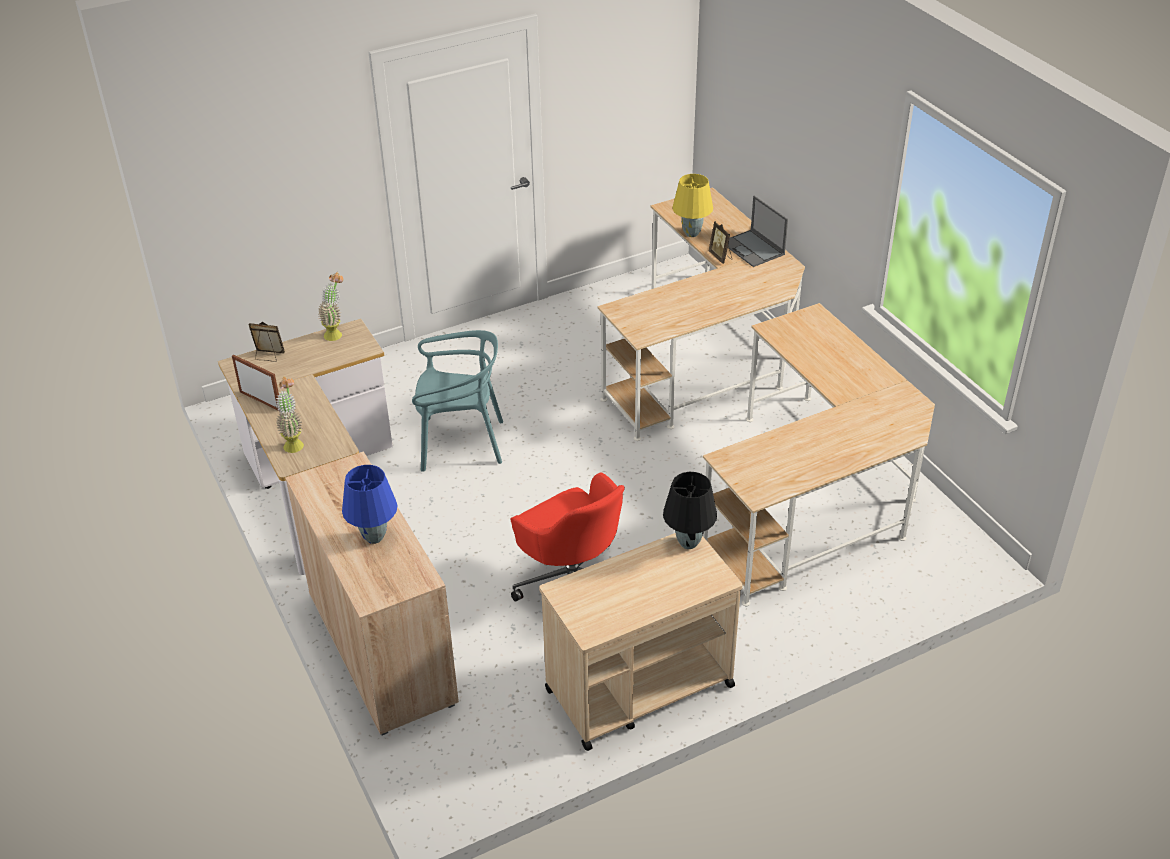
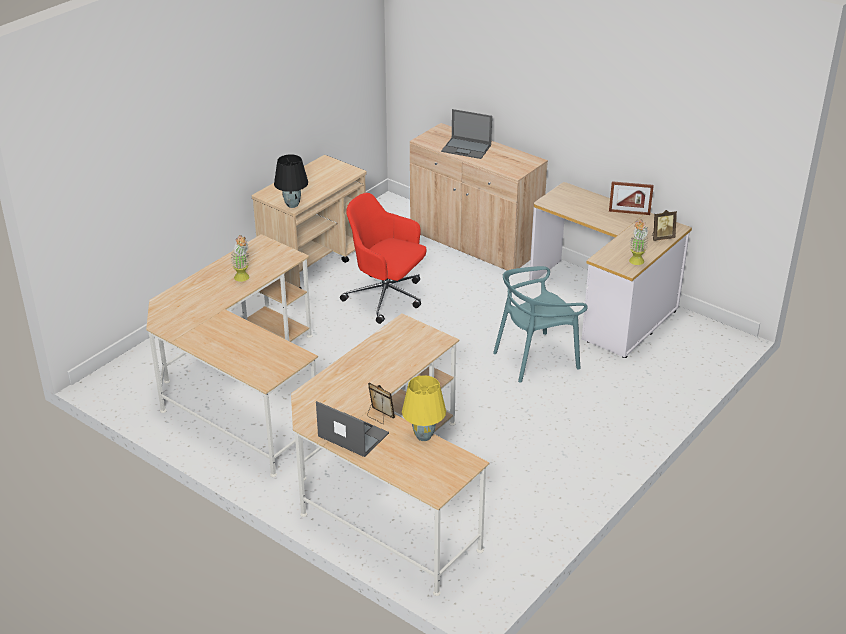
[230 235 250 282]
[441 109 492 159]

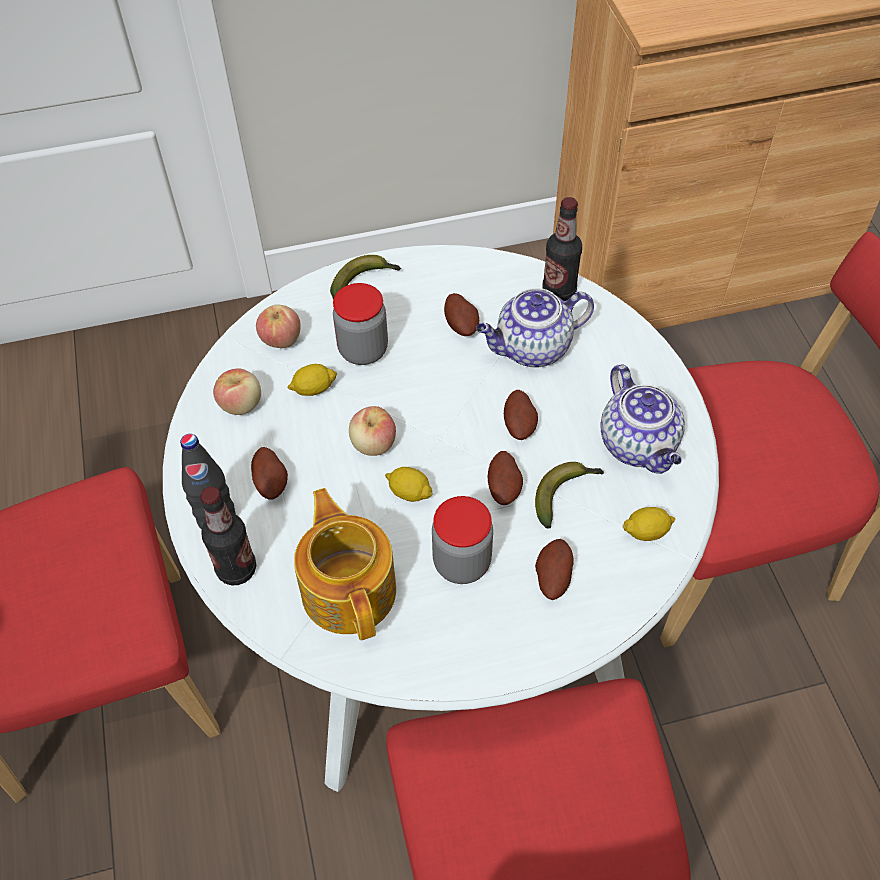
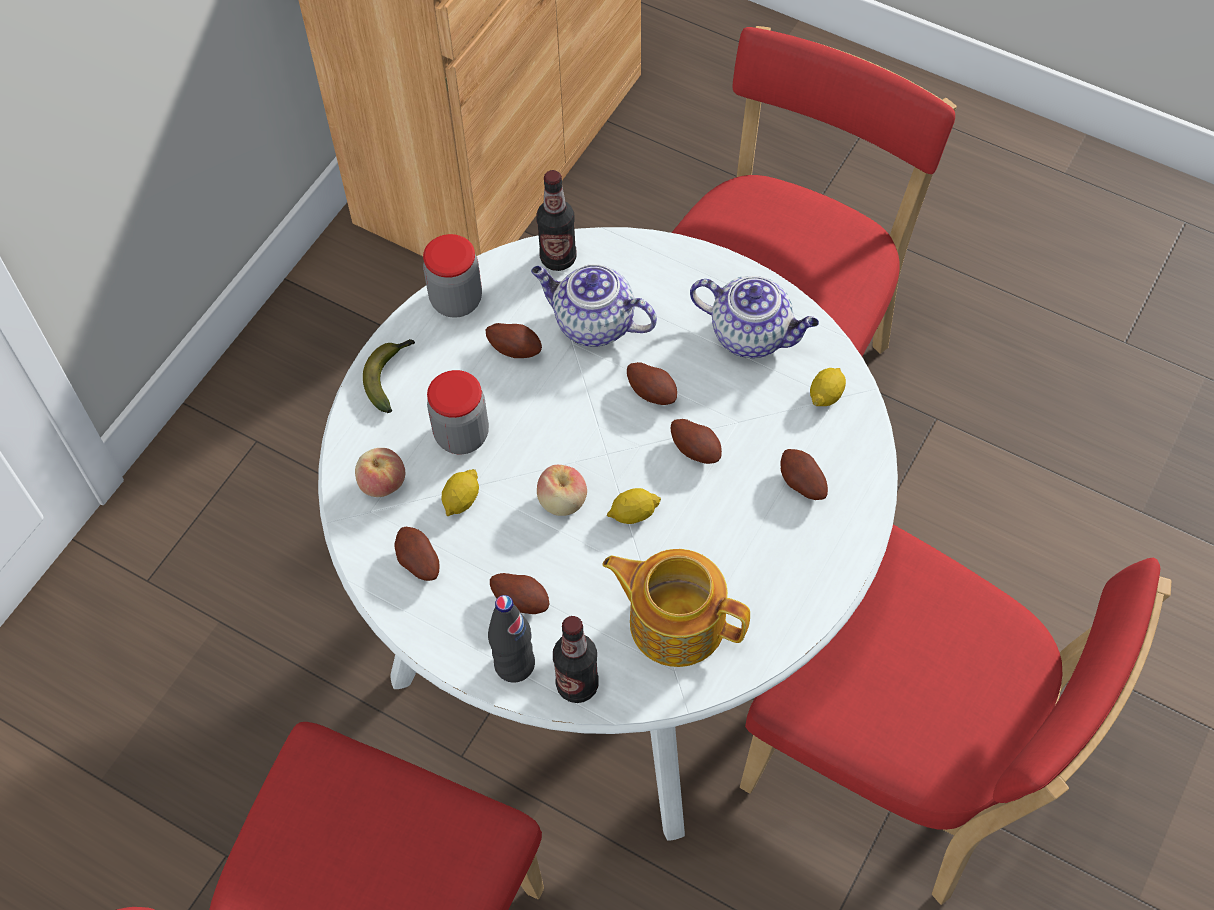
[395 527 440 581]
[423 234 482 318]
[531 264 657 346]
[535 462 604 529] (first image)

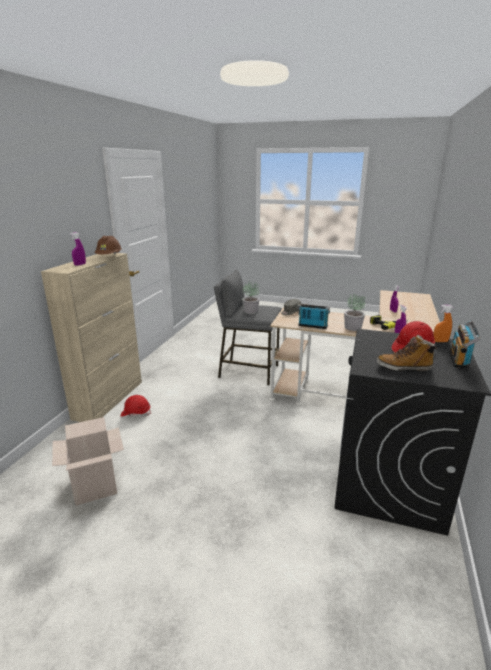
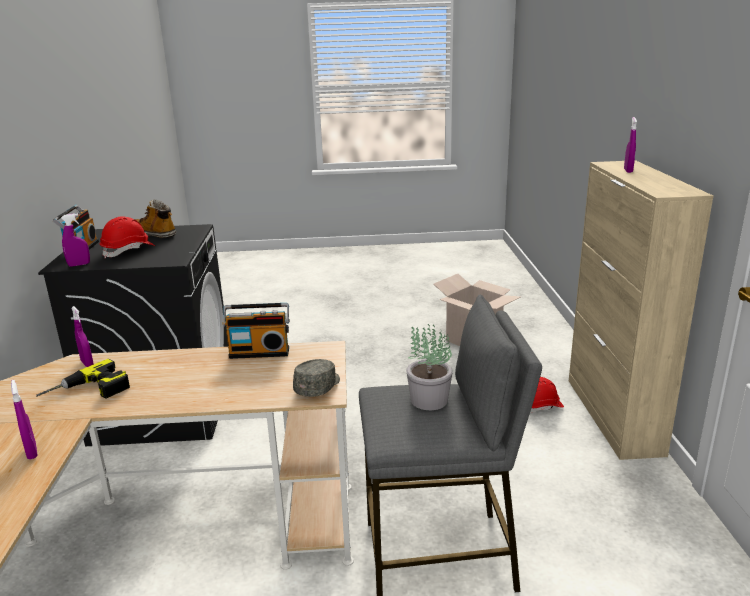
[94 236 122 254] (first image)
[344 294 365 331] (first image)
[135 199 176 238]
[61 213 90 267]

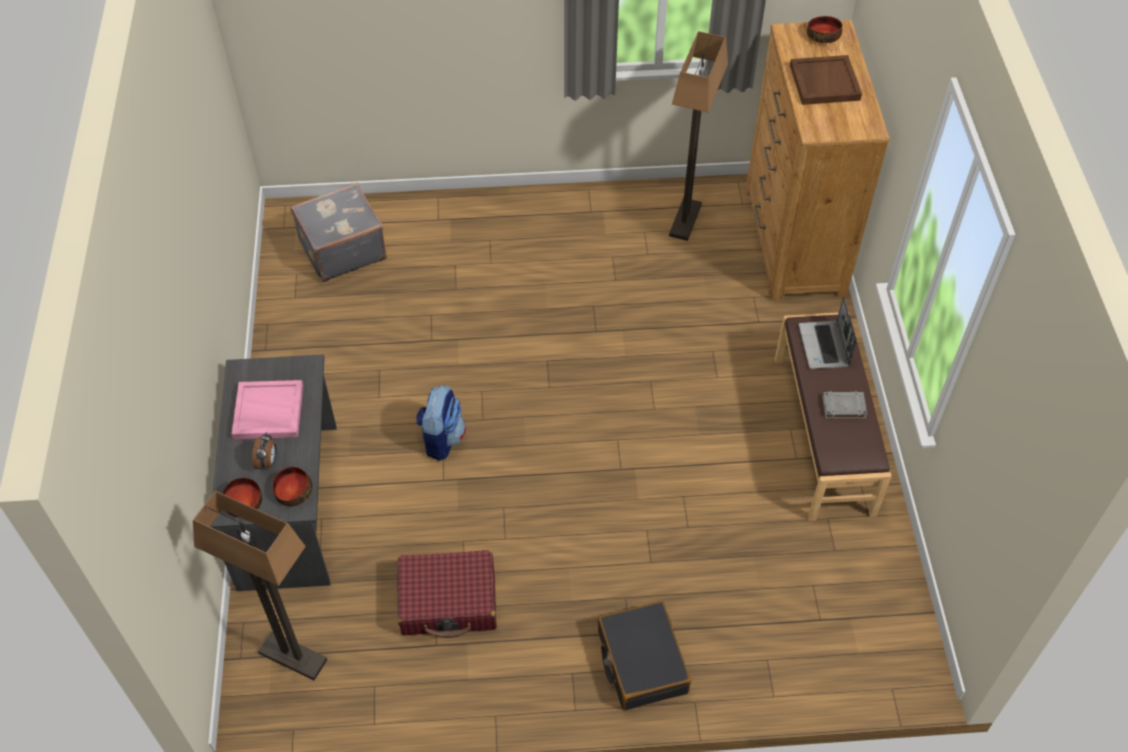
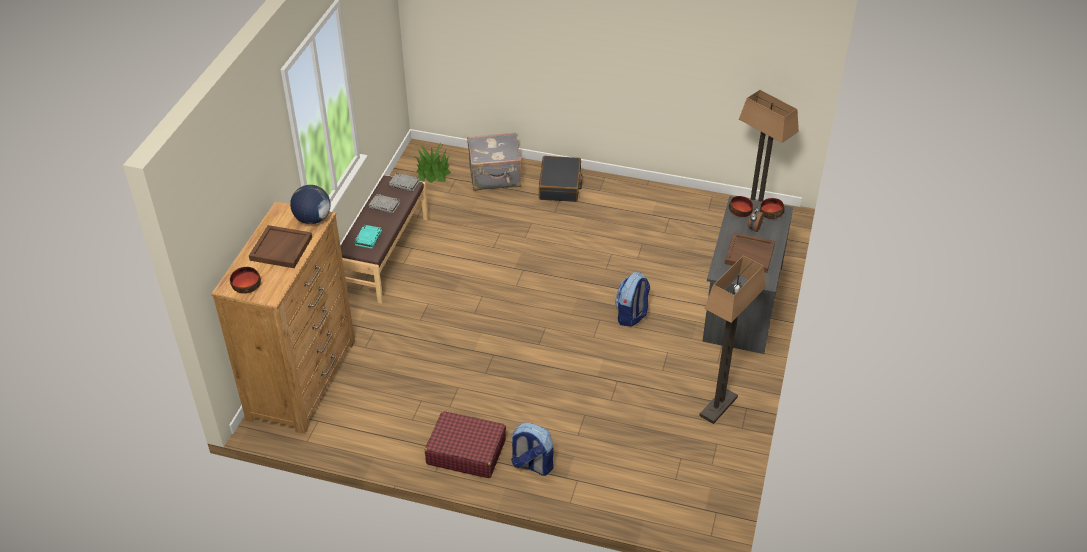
[725 233 775 273]
[467 132 522 191]
[425 411 506 478]
[700 256 766 424]
[354 225 382 248]
[290 185 330 224]
[389 173 420 192]
[416 143 451 183]
[511 423 553 476]

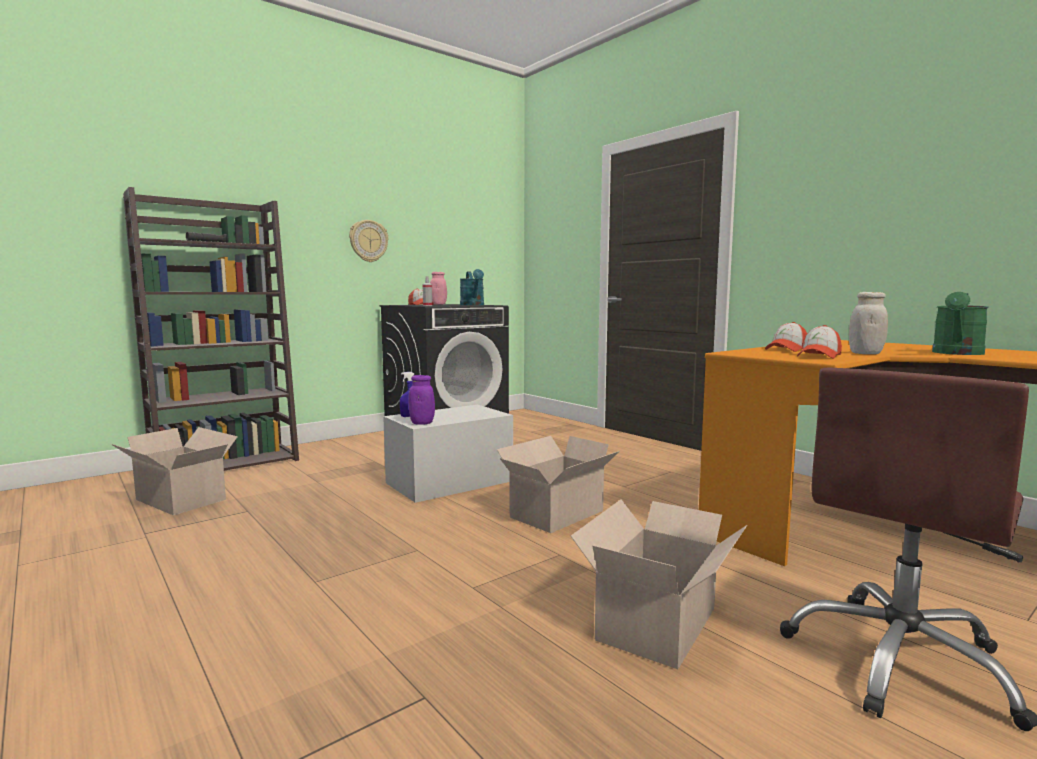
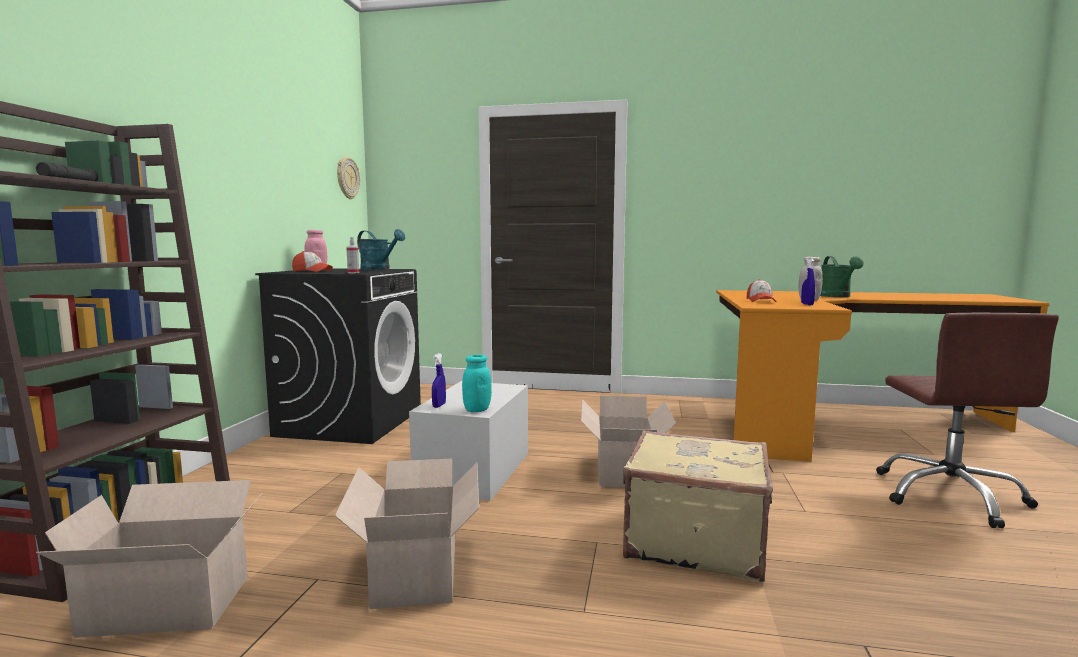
[337 157 360 199]
[462 355 492 412]
[335 458 479 609]
[801 258 815 305]
[623 430 773 582]

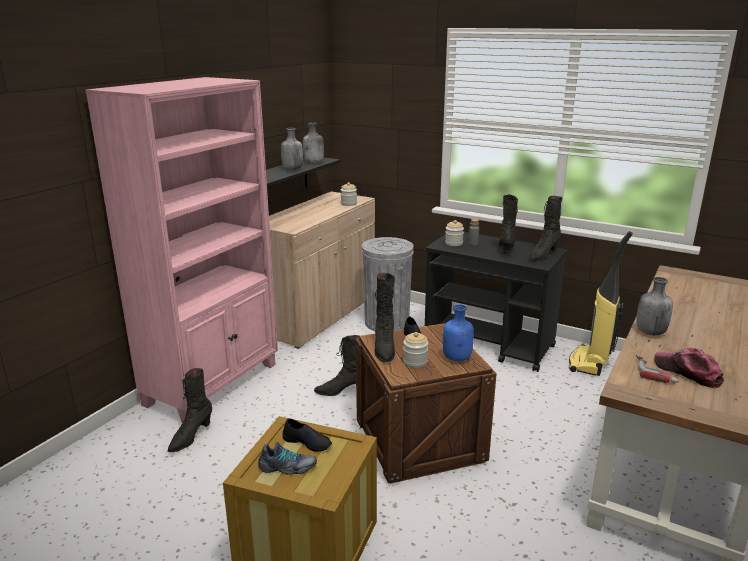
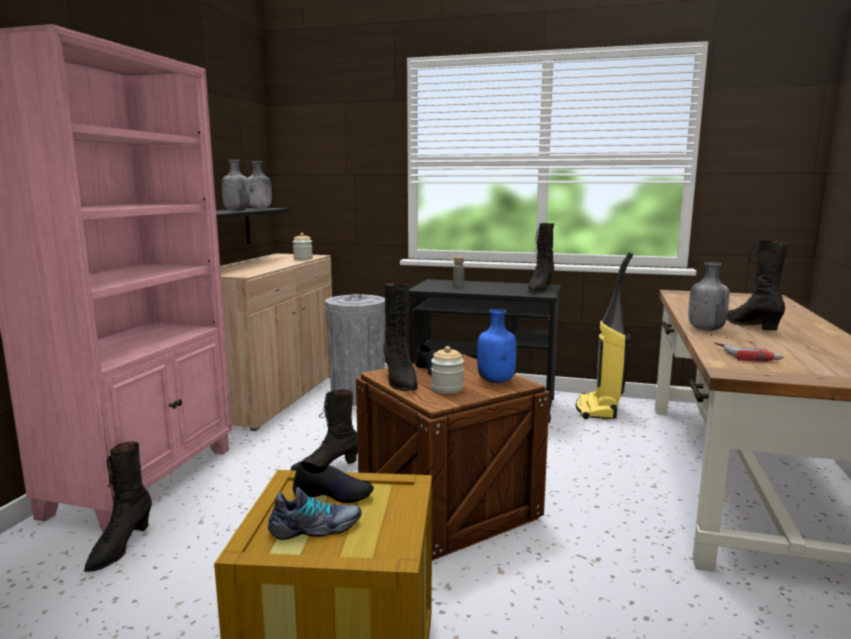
[445 220 464 246] (first image)
[727 239 789 330]
[654 348 724 388] (first image)

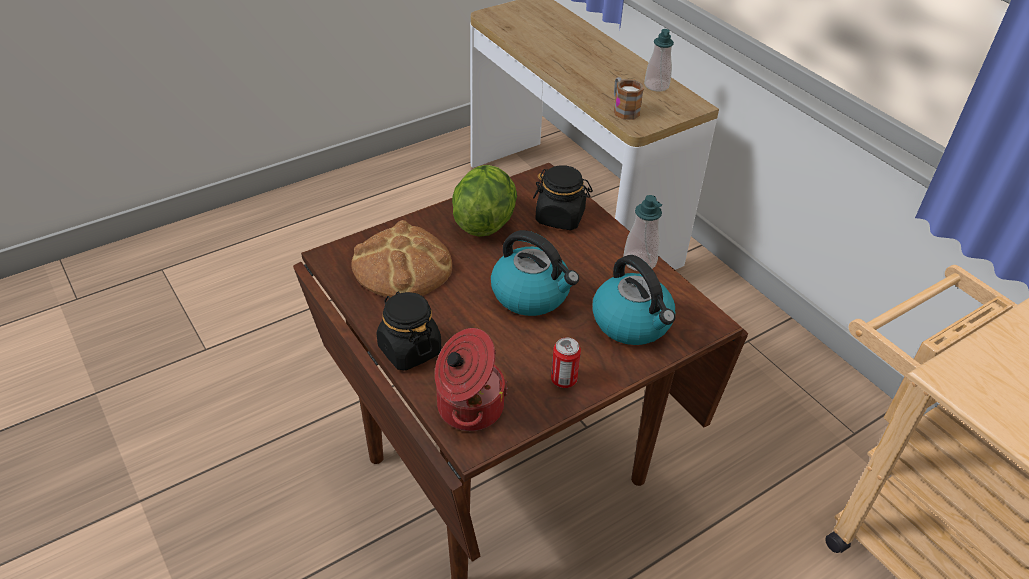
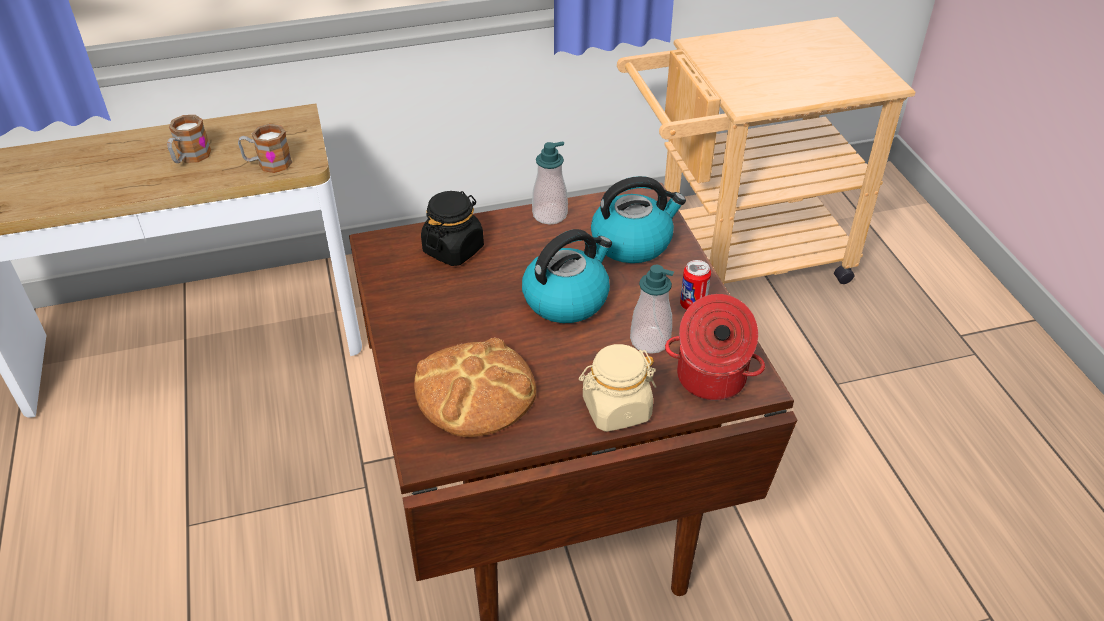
[579 344 656 432]
[452 165 517 237] (first image)
[630 265 674 354]
[167 115 211 163]

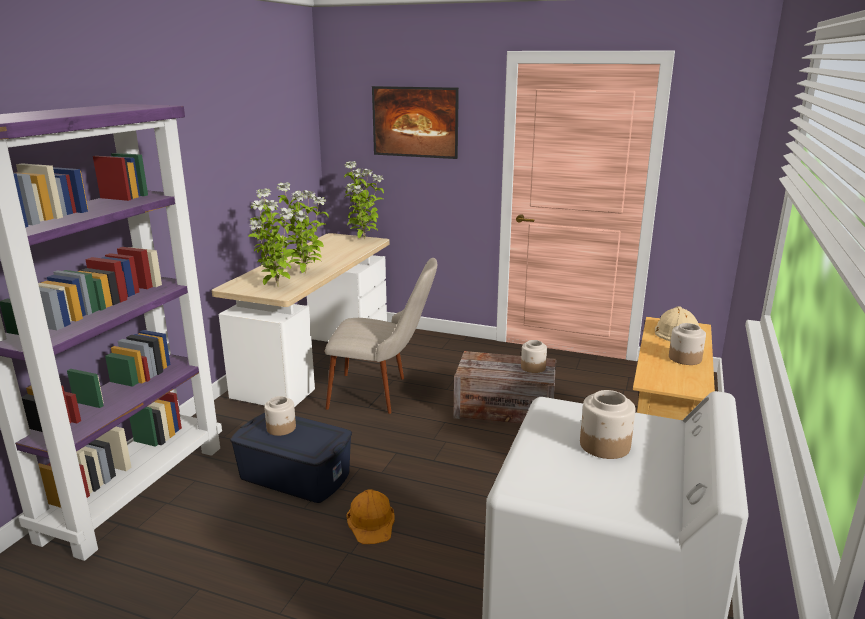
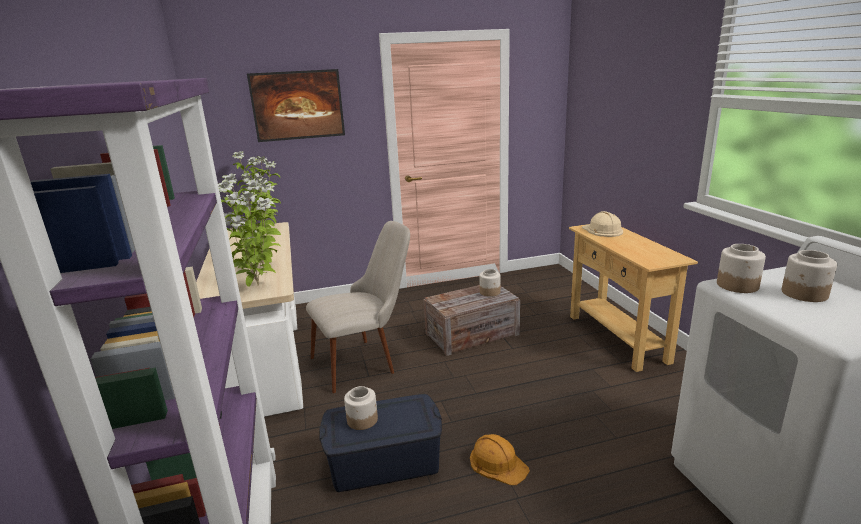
[717 244 766 293]

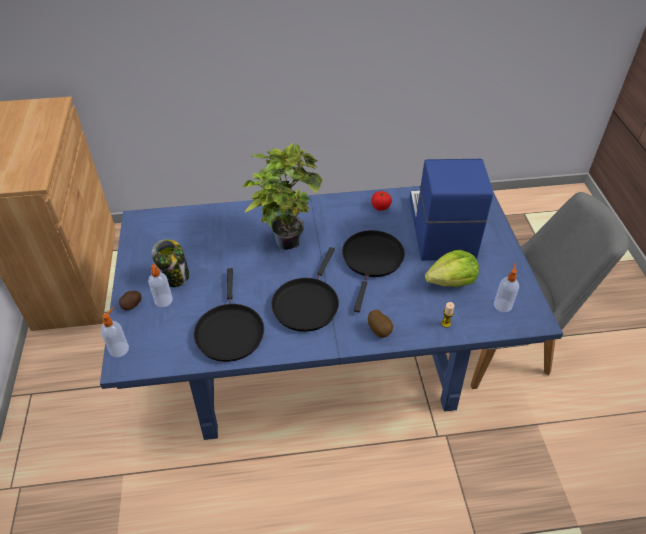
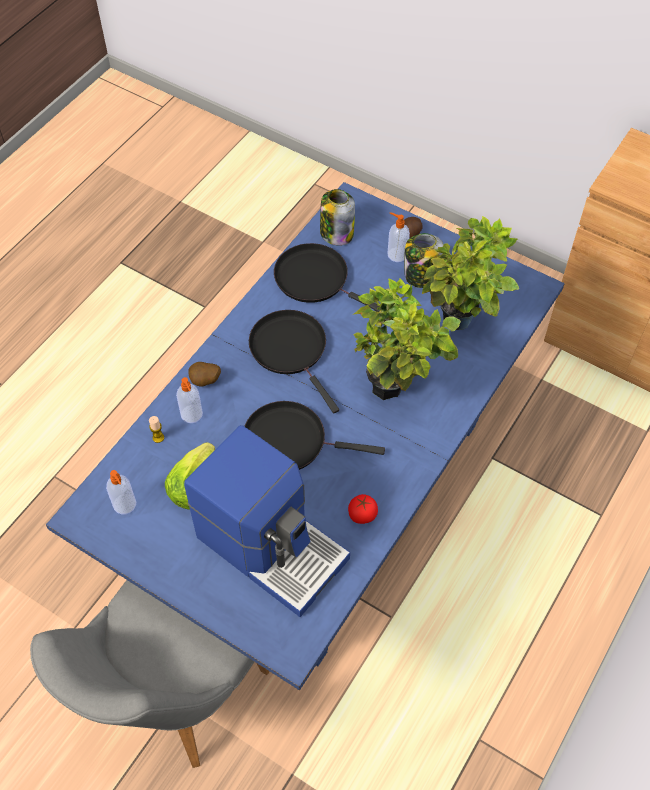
[176 377 203 423]
[244 401 385 470]
[320 189 355 246]
[422 216 520 330]

